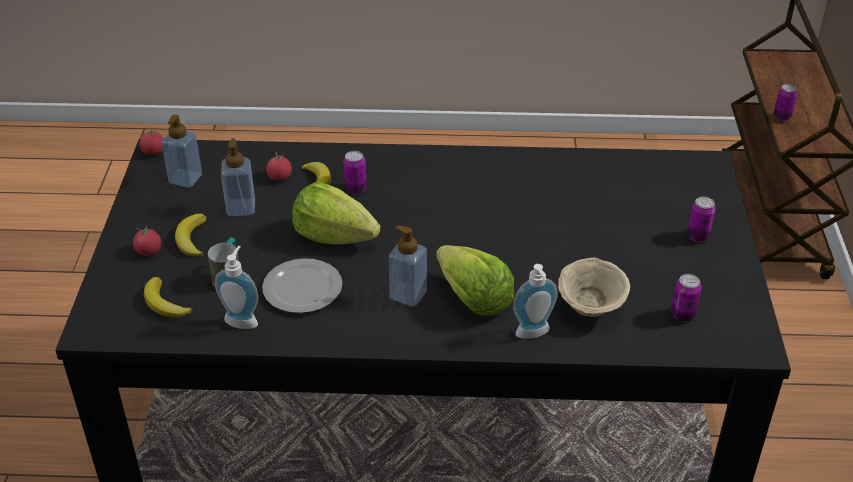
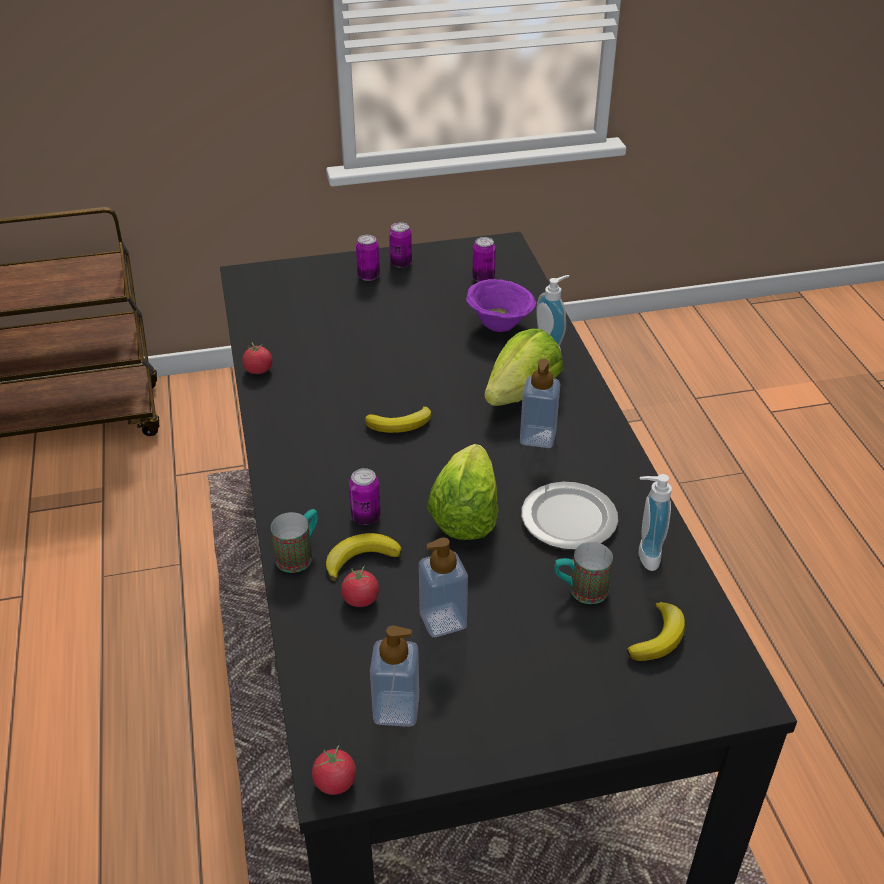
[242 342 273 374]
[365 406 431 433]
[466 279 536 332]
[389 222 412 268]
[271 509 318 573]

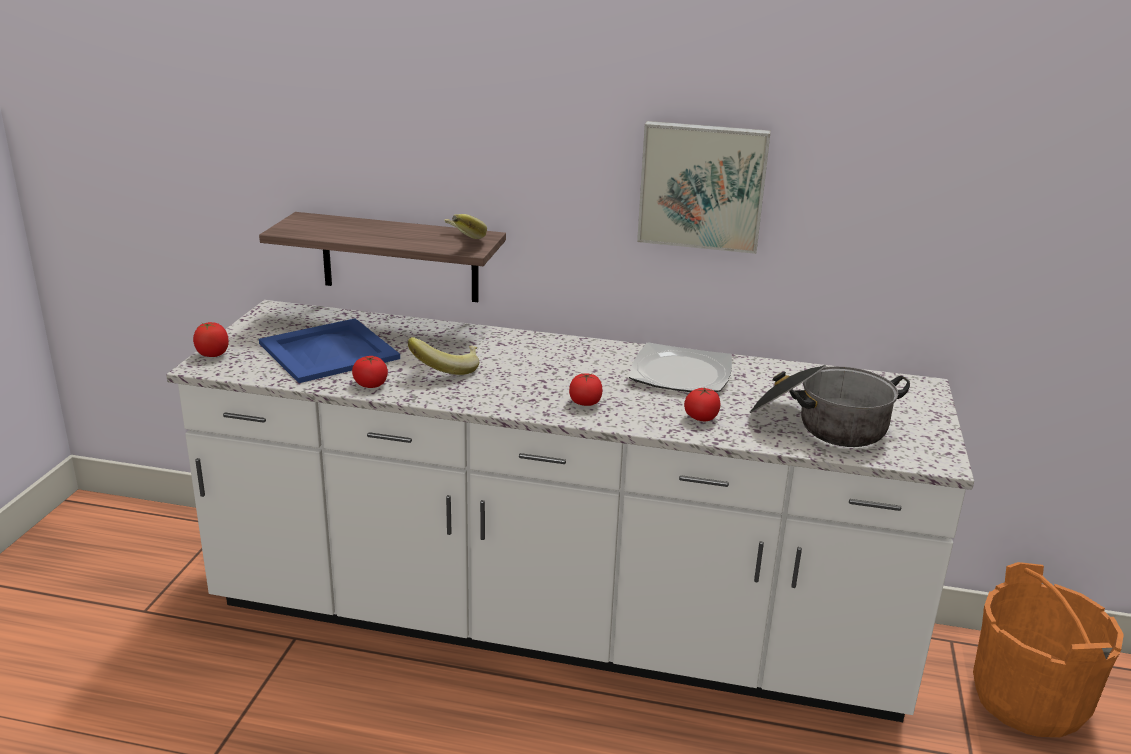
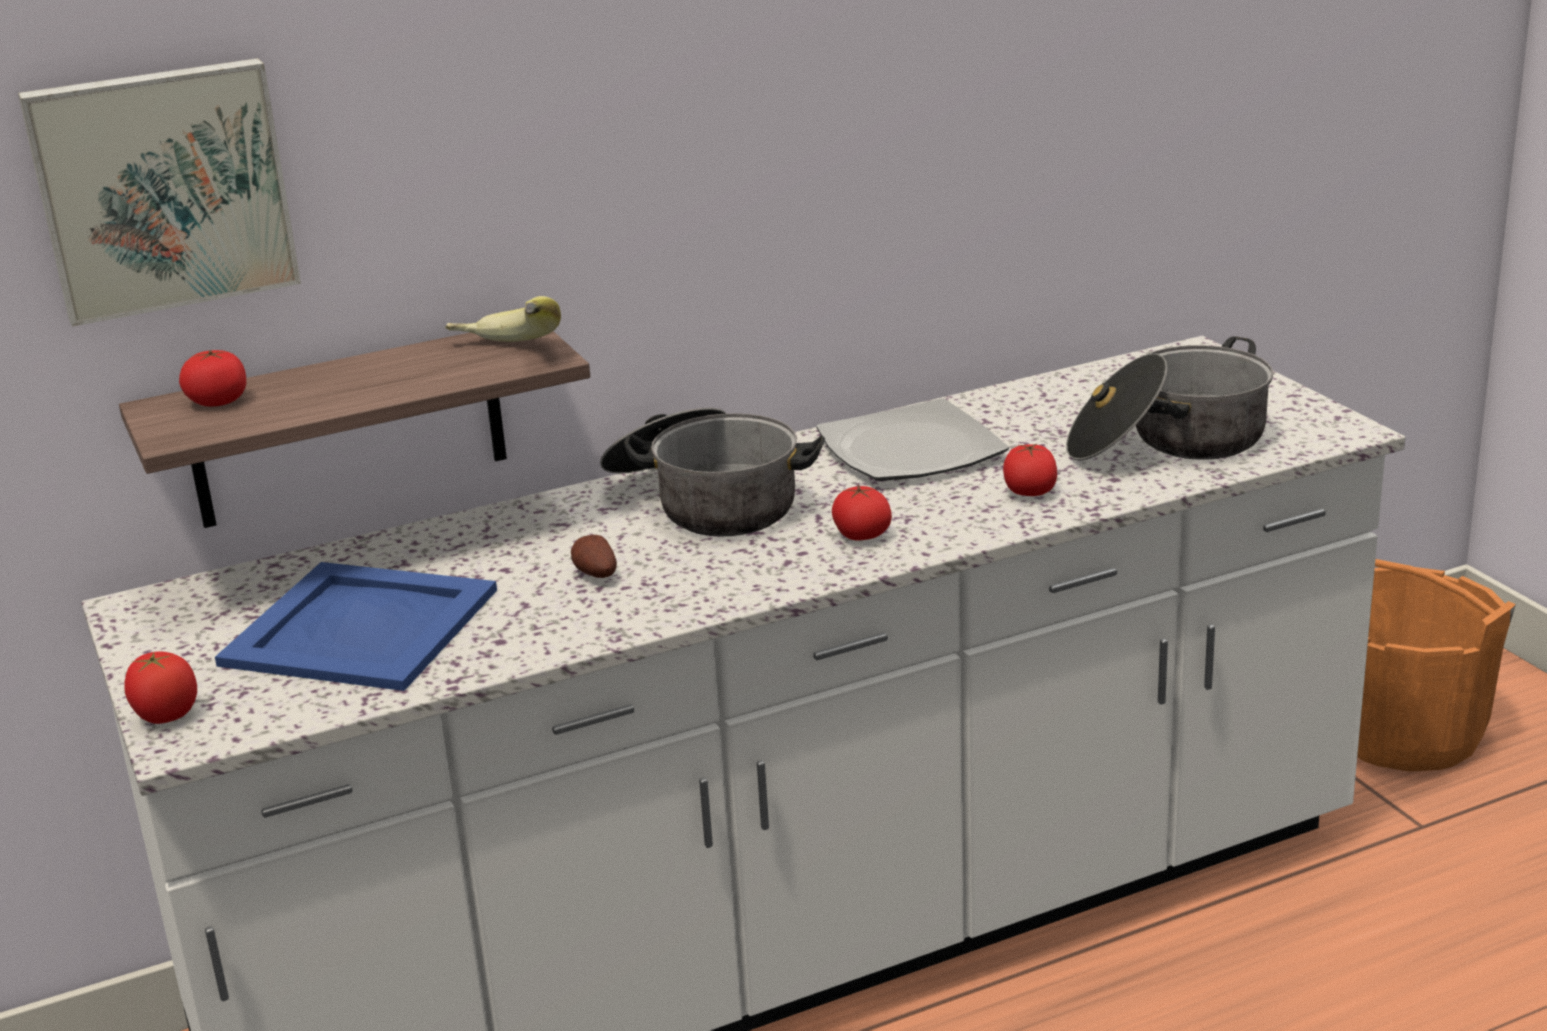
[179 350 246 406]
[571 535 617 578]
[18 58 301 327]
[600 408 825 537]

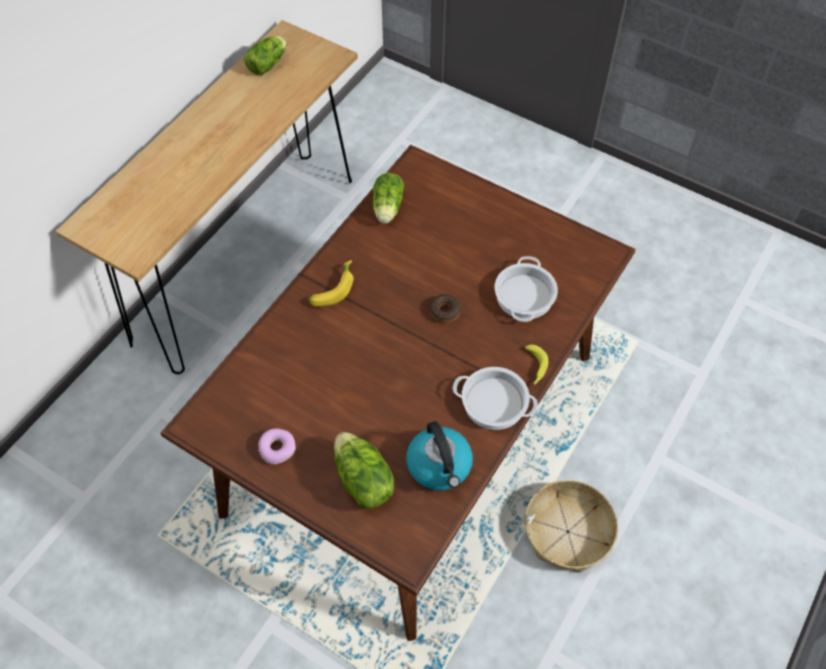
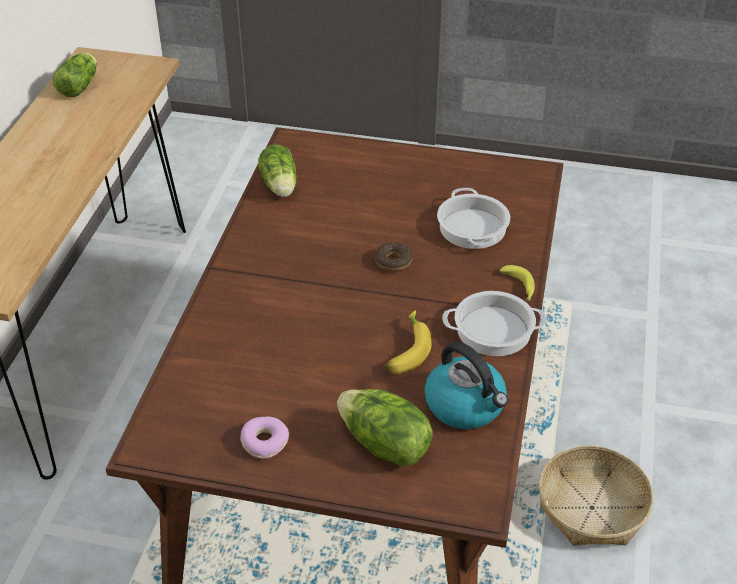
[384 311 432 375]

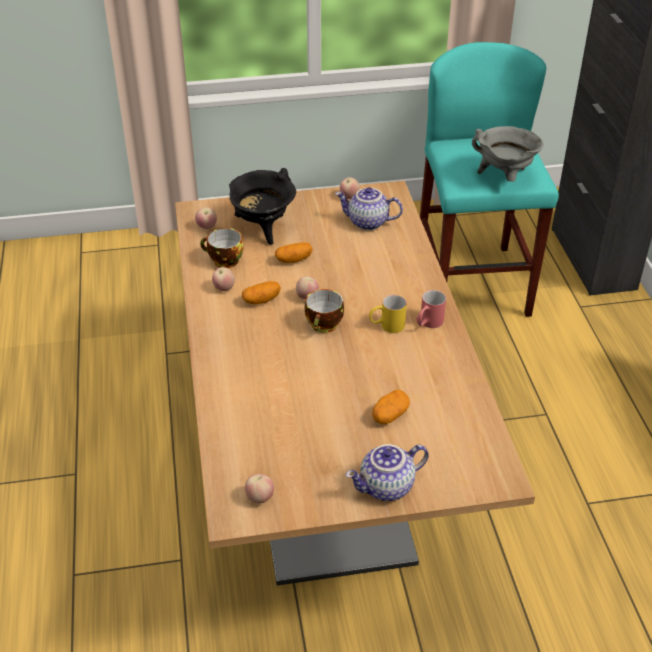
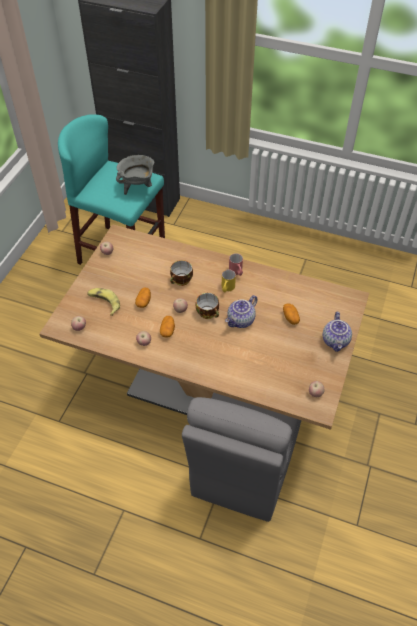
[170 260 193 286]
[87 288 120 316]
[225 295 258 328]
[182 392 301 522]

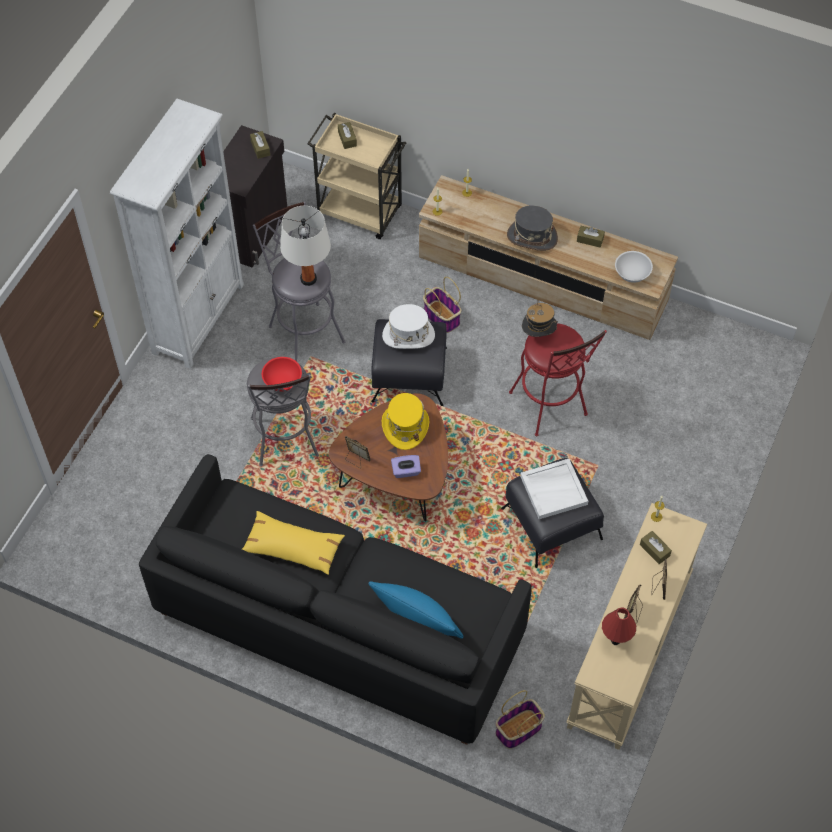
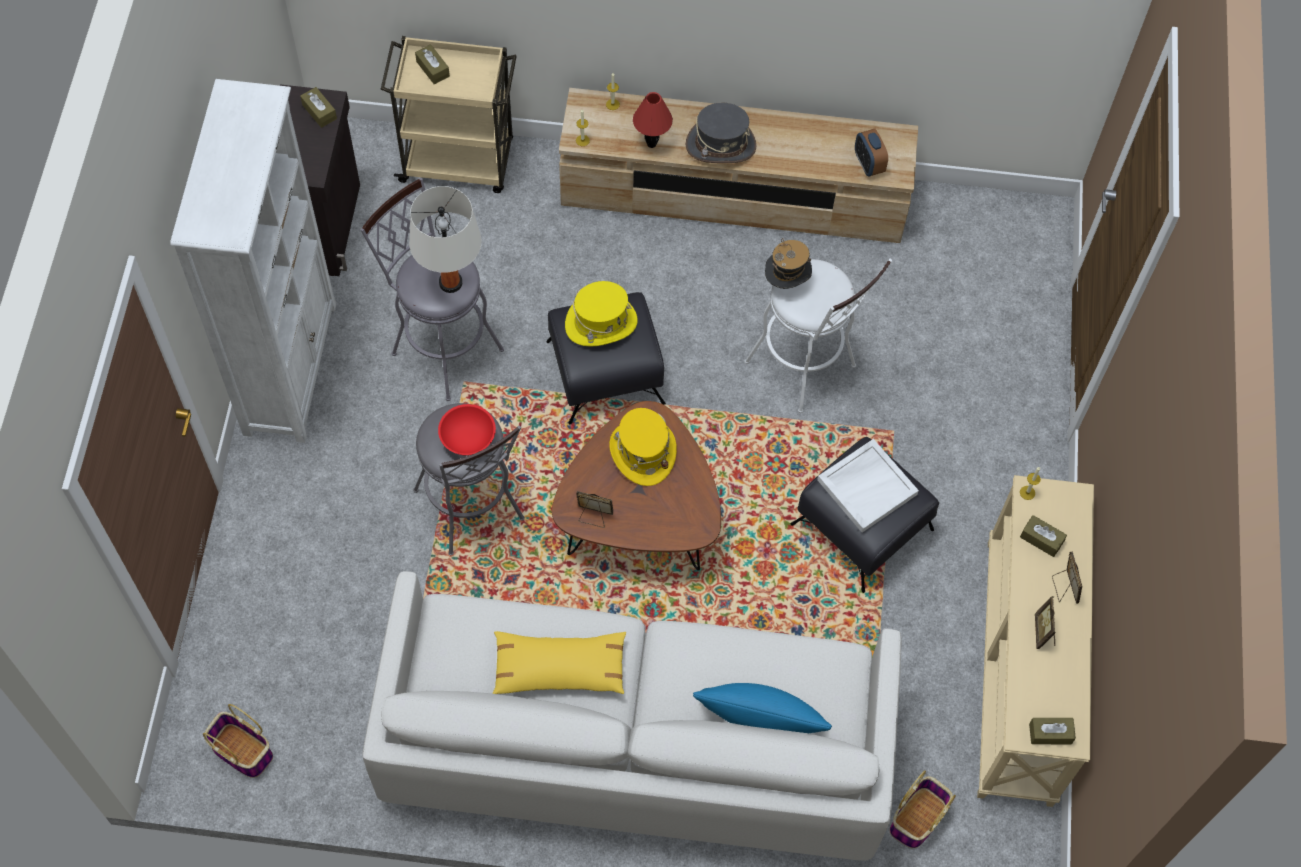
[362 571 902 861]
[565 281 638 347]
[391 455 421 478] (first image)
[203 704 273 778]
[744 259 892 413]
[1029 718 1076 744]
[633 92 673 148]
[855 129 888 176]

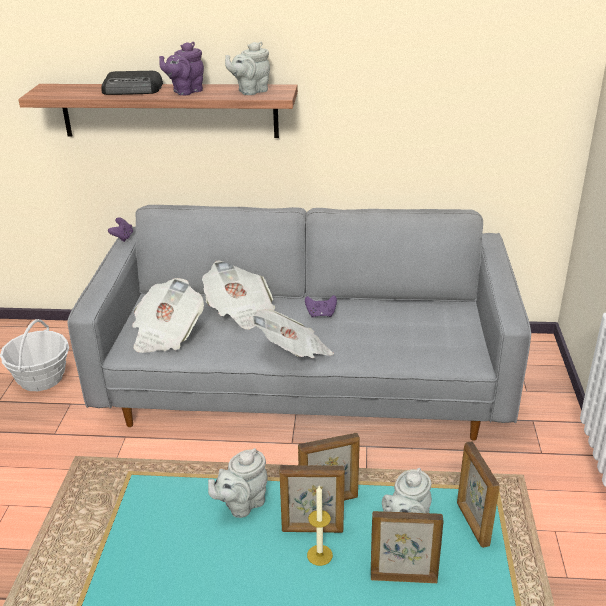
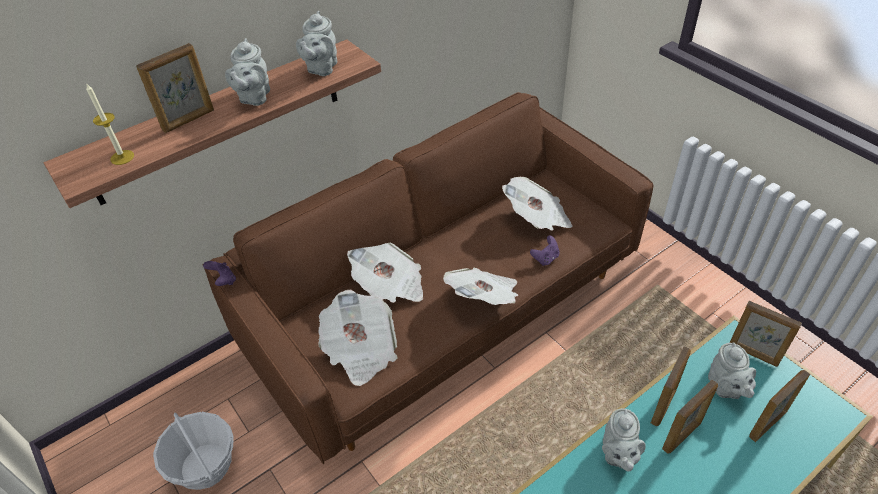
[204 92 653 464]
[136 43 214 133]
[225 38 270 106]
[530 235 560 266]
[86 83 134 165]
[502 177 573 230]

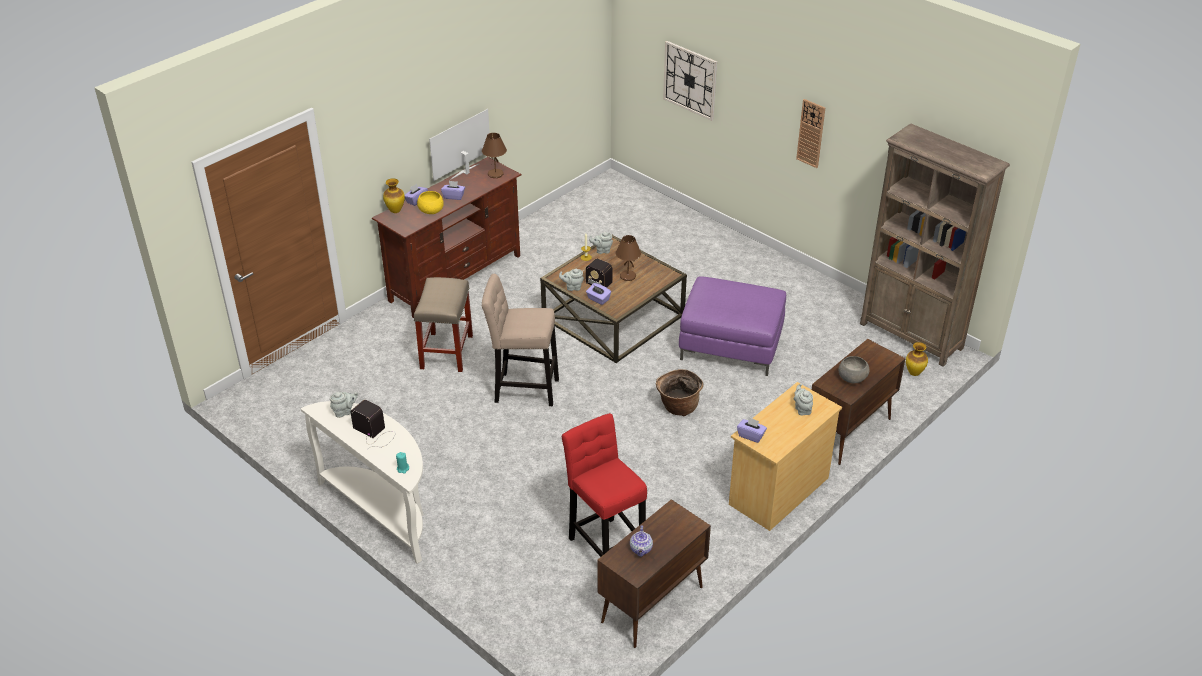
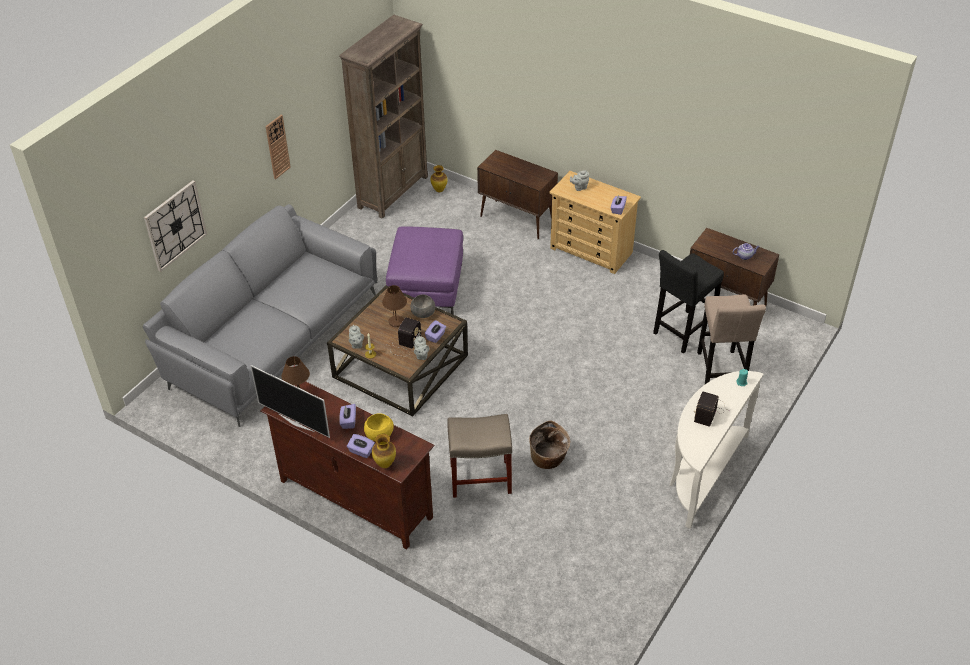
[330 392 358 418] (first image)
[697 295 766 384]
[653 250 724 354]
[529 420 570 469]
[411 294 435 318]
[143 204 377 427]

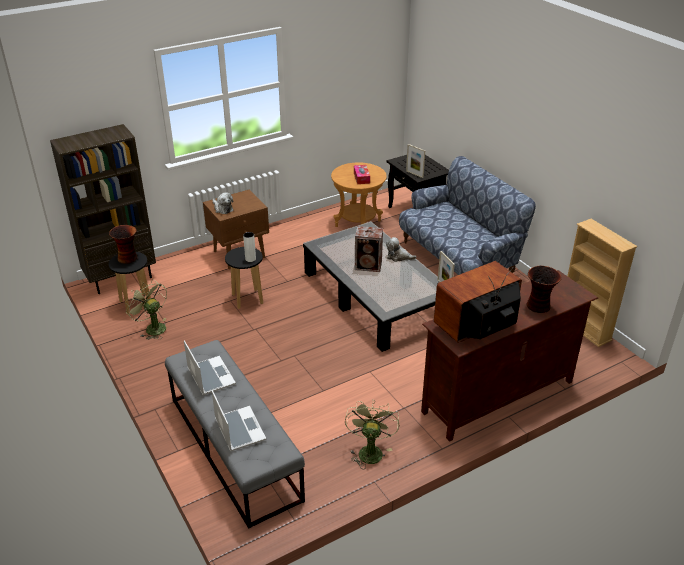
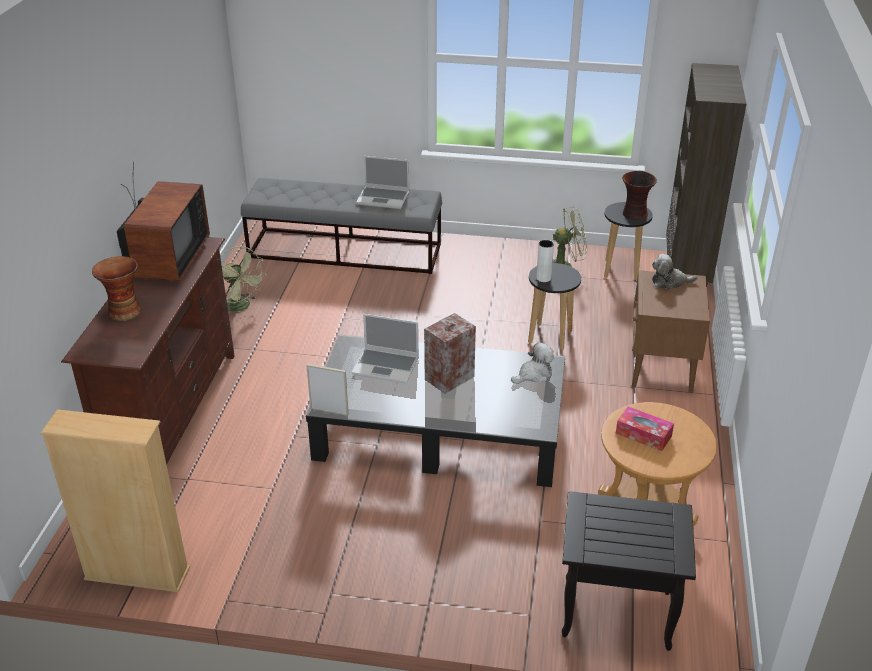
[352 314 419 384]
[511 342 554 384]
[399 156 536 275] (first image)
[406 144 425 178] (first image)

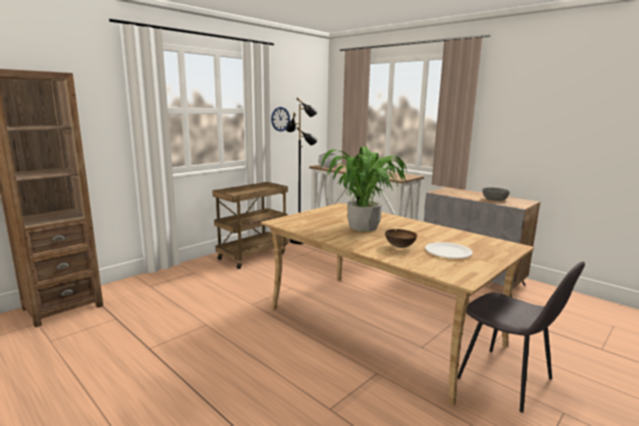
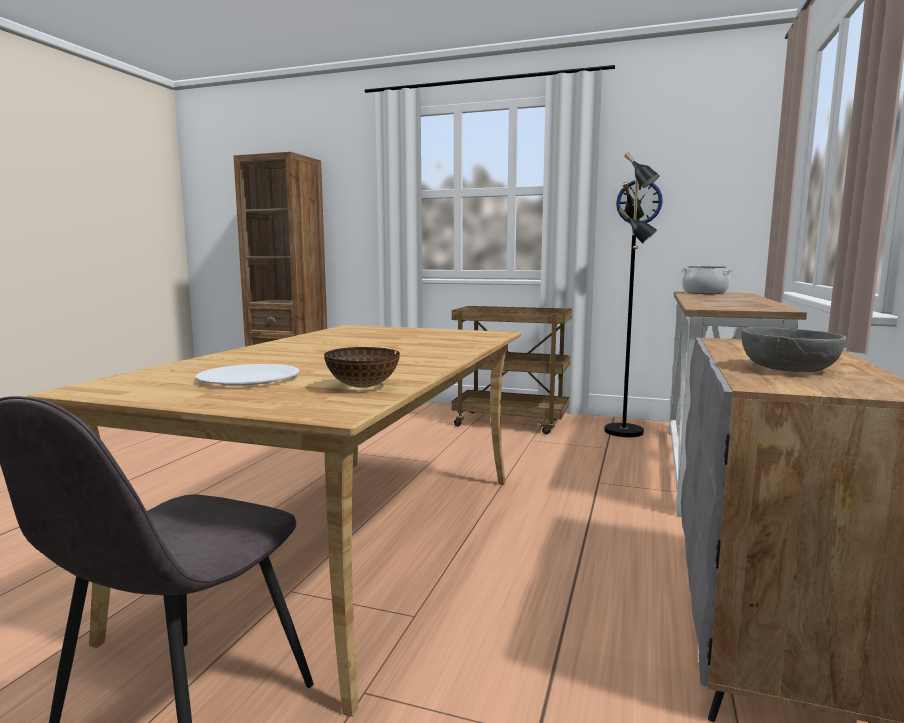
[321 147 407 232] (first image)
[324 347 400 388]

